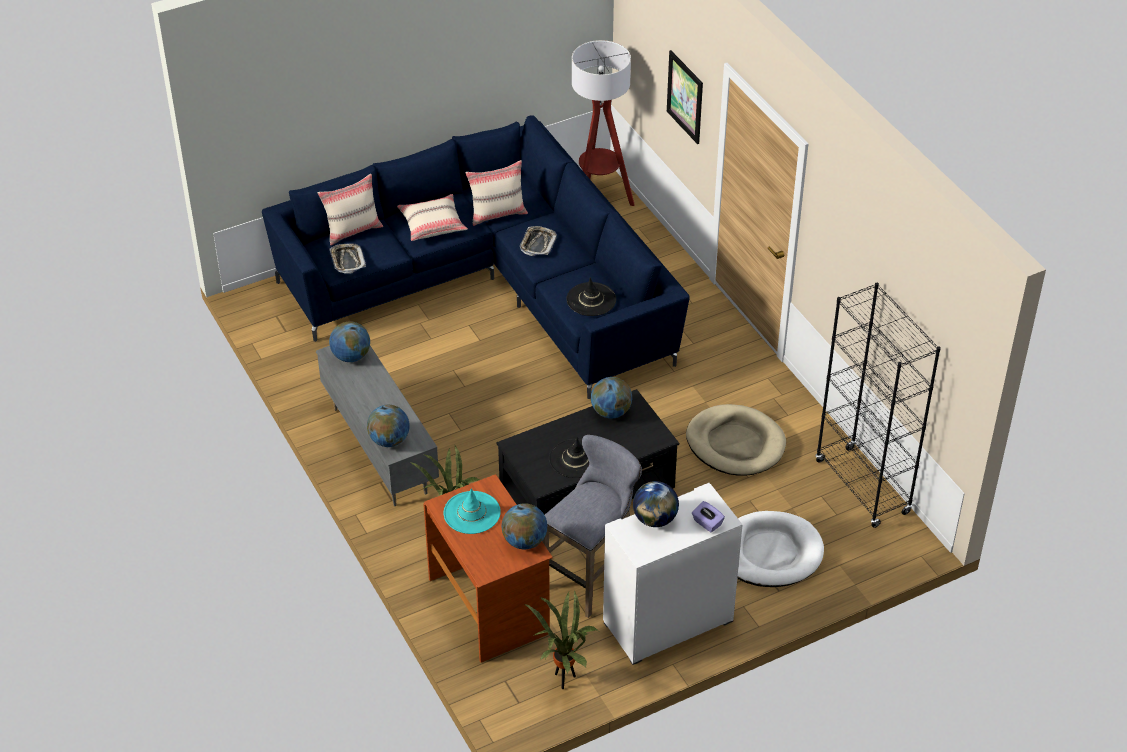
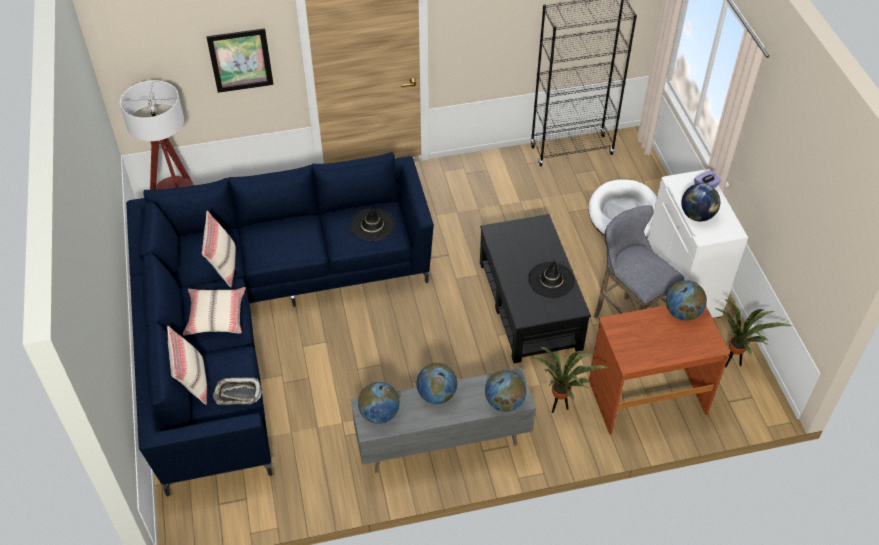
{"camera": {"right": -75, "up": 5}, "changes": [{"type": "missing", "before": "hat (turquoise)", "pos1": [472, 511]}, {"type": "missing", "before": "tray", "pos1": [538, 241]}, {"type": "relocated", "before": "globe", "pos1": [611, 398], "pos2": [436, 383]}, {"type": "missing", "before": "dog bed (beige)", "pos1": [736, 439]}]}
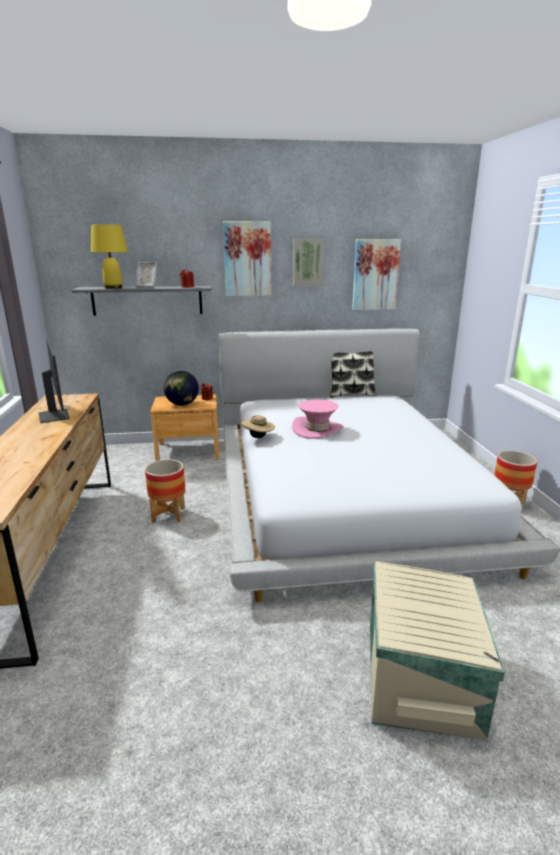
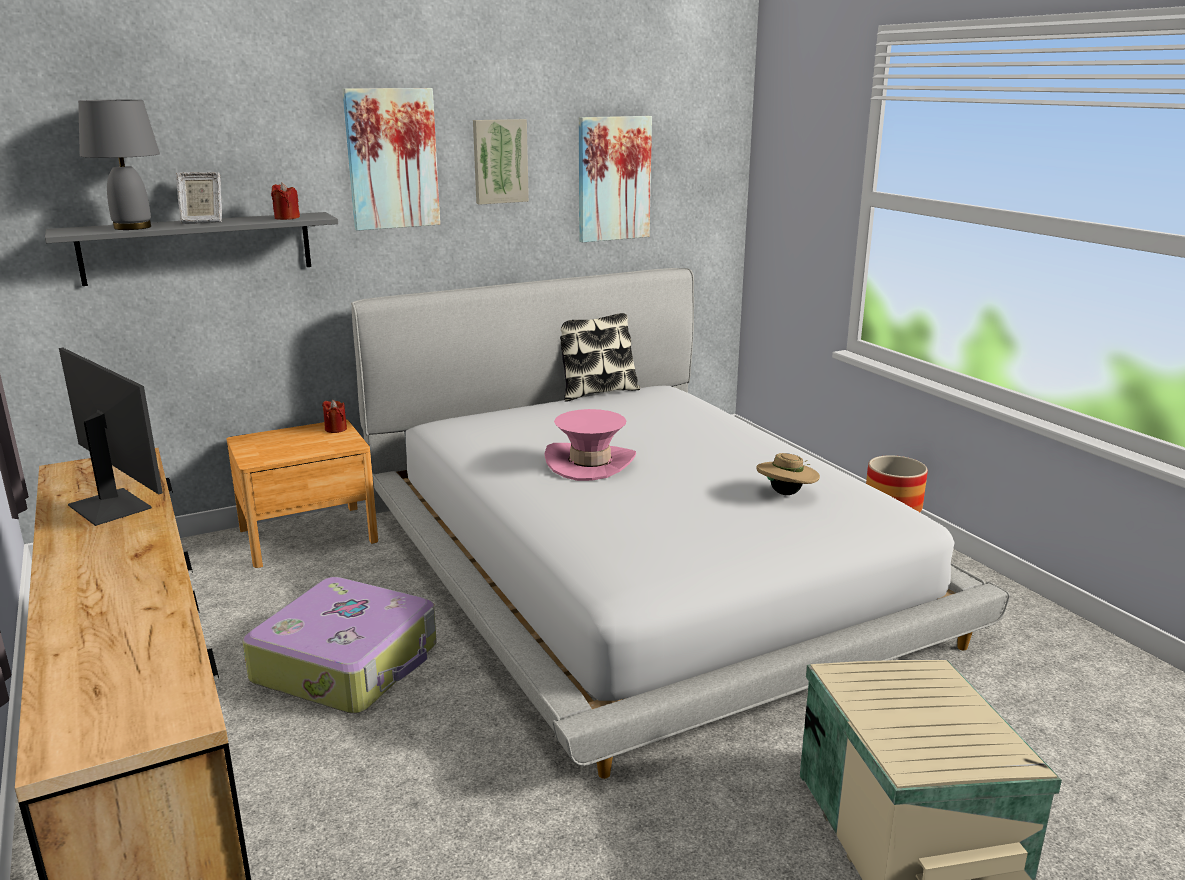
{"camera": {"right": -20, "up": 0}, "changes": [{"type": "colour", "before": "table lamp (yellow)", "after": "table lamp (grey)", "pos1": [109, 257], "pos2": [119, 165]}, {"type": "exchanged", "before": "planter", "after": "suitcase", "pos1": [165, 491], "pos2": [340, 645]}, {"type": "missing", "before": "globe", "pos1": [181, 388]}, {"type": "relocated", "before": "hat (beige)", "pos1": [258, 426], "pos2": [788, 474]}]}
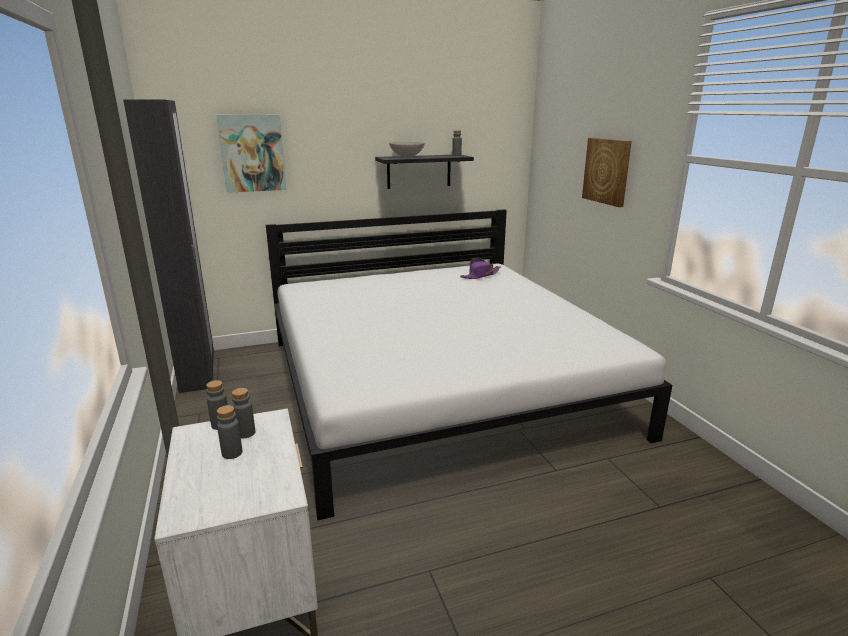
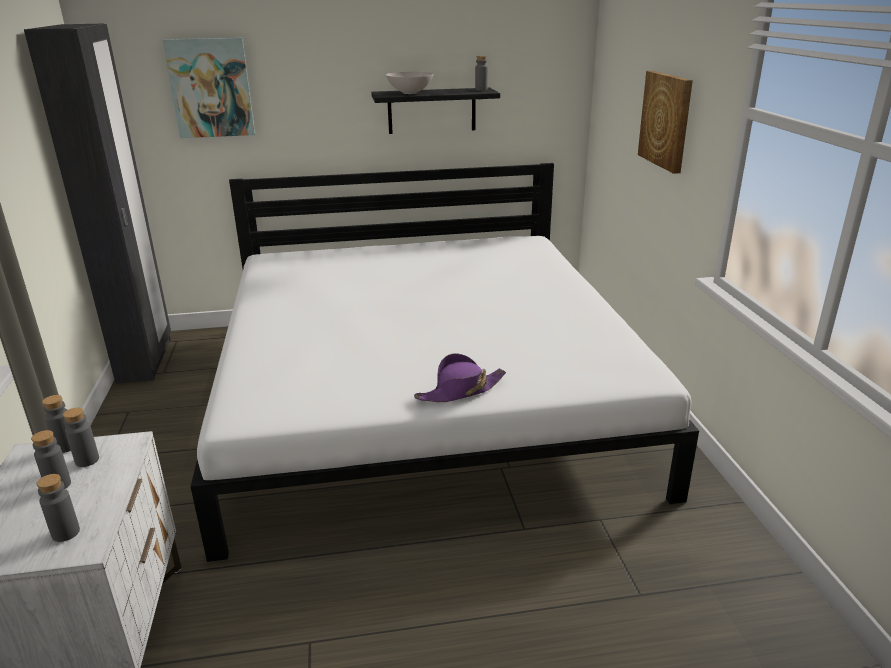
{"camera": {"right": 10, "up": 5}, "changes": [{"type": "relocated", "before": "hat (purple)", "pos1": [480, 268], "pos2": [460, 377]}, {"type": "appeared", "after": "bottle (grey)", "pos2": [58, 508]}]}
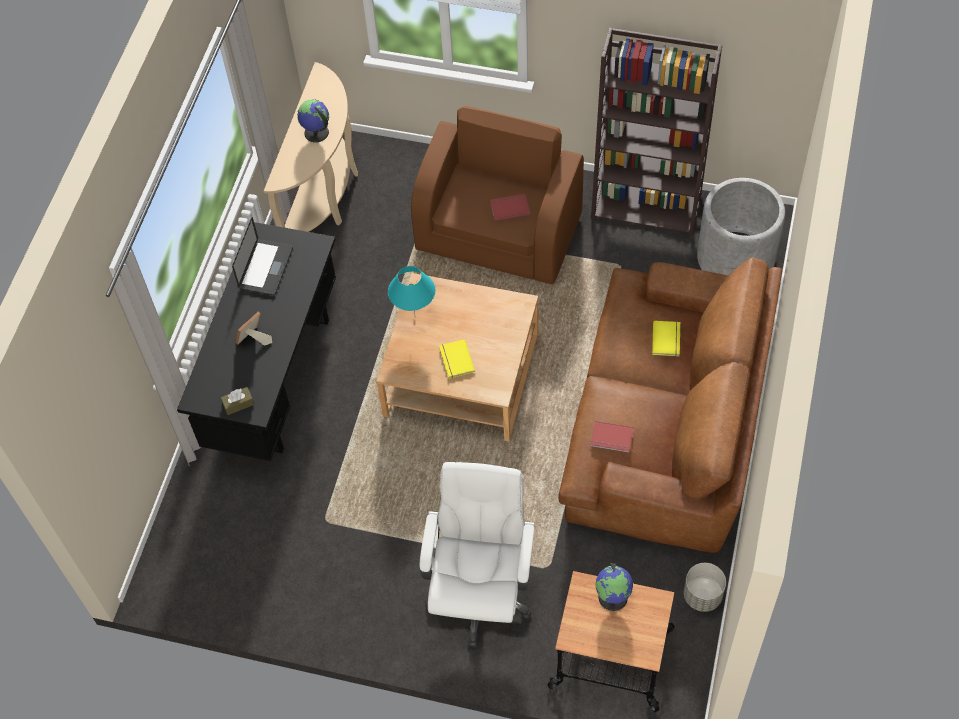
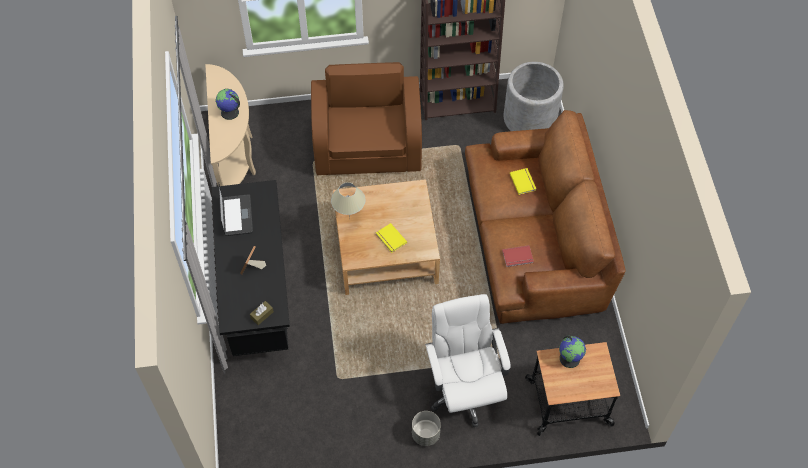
{"camera": {"right": -25, "up": 0}, "changes": [{"type": "colour", "before": "table lamp (turquoise)", "after": "table lamp (beige)", "pos1": [411, 290], "pos2": [348, 200]}, {"type": "missing", "before": "book (red)", "pos1": [510, 207]}, {"type": "relocated", "before": "planter (grey)", "pos1": [705, 587], "pos2": [426, 428]}]}
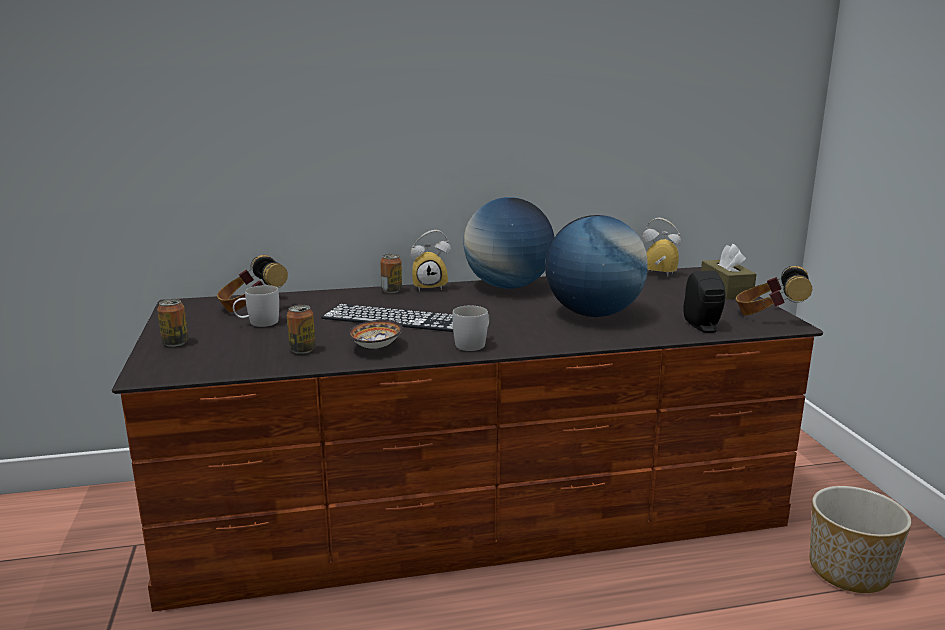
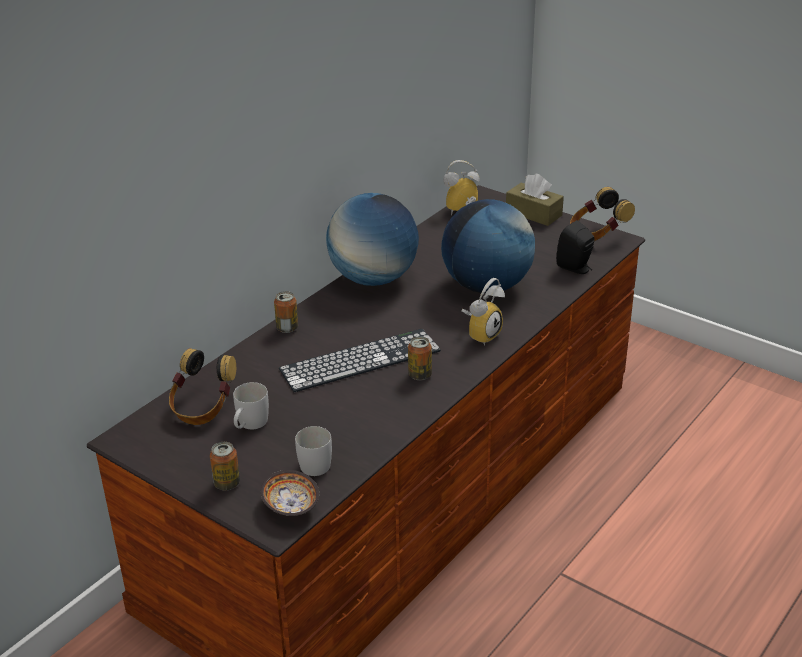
{"camera": {"right": -40, "up": 15}, "changes": [{"type": "relocated", "before": "can", "pos1": [301, 329], "pos2": [420, 358]}, {"type": "relocated", "before": "bowl", "pos1": [375, 334], "pos2": [290, 493]}, {"type": "relocated", "before": "alarm clock", "pos1": [431, 261], "pos2": [483, 312]}, {"type": "relocated", "before": "mug (white)", "pos1": [470, 328], "pos2": [313, 451]}, {"type": "missing", "before": "planter", "pos1": [861, 539]}]}
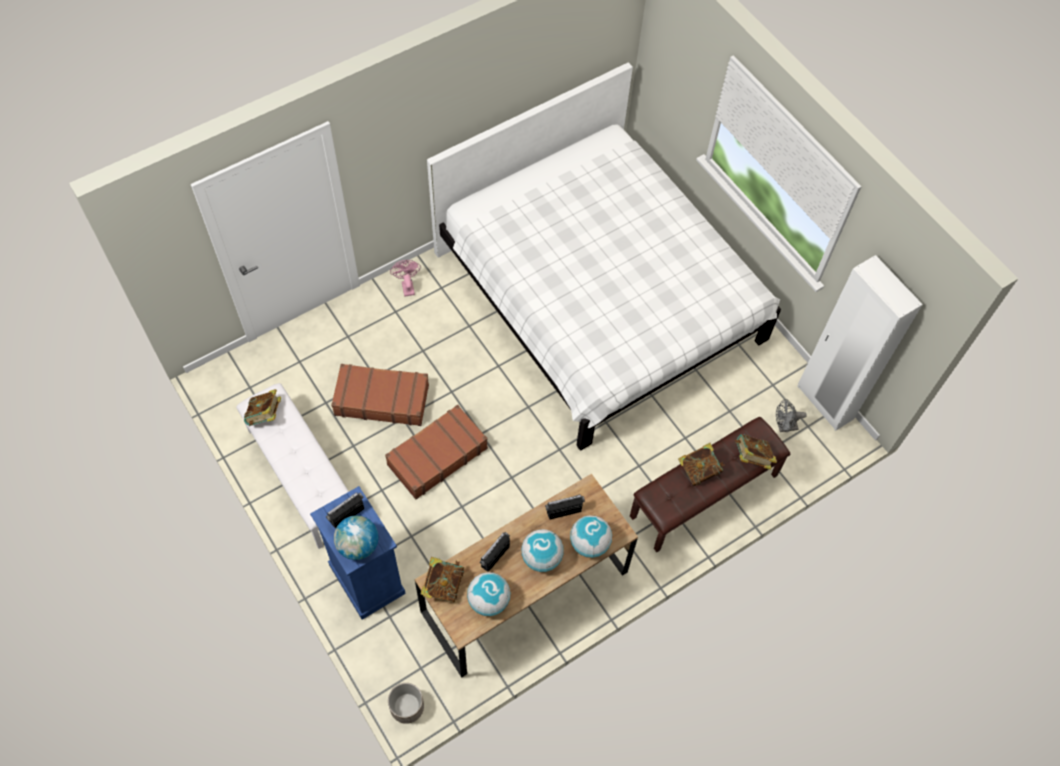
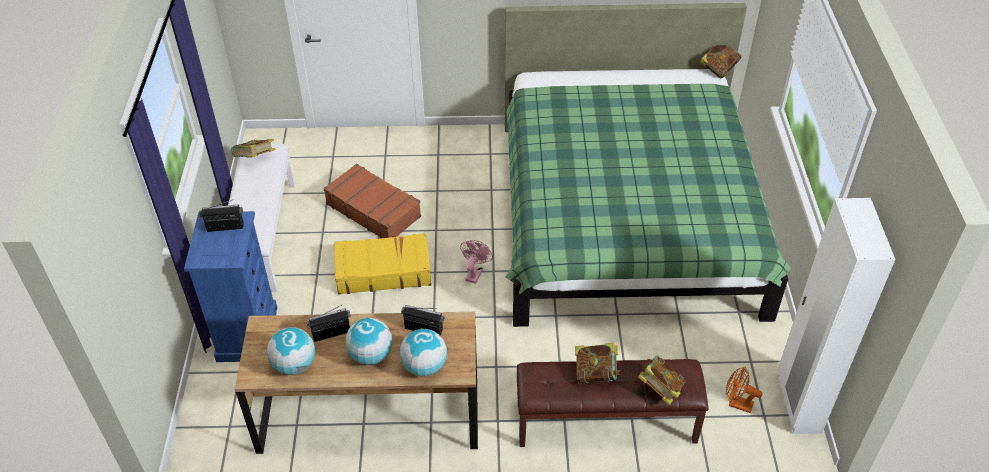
{"camera": {"right": 35, "up": -15}, "changes": [{"type": "missing", "before": "globe", "pos1": [356, 537]}, {"type": "colour", "before": "suitcase (brown)", "after": "suitcase (yellow)", "pos1": [436, 452], "pos2": [383, 264]}, {"type": "missing", "before": "planter", "pos1": [406, 703]}, {"type": "relocated", "before": "fan (pink)", "pos1": [405, 278], "pos2": [476, 262]}, {"type": "relocated", "before": "book", "pos1": [442, 579], "pos2": [720, 61]}, {"type": "colour", "before": "bed (white)", "after": "bed (green)", "pos1": [604, 256], "pos2": [648, 165]}, {"type": "colour", "before": "fan (grey)", "after": "fan (orange)", "pos1": [791, 415], "pos2": [744, 390]}]}
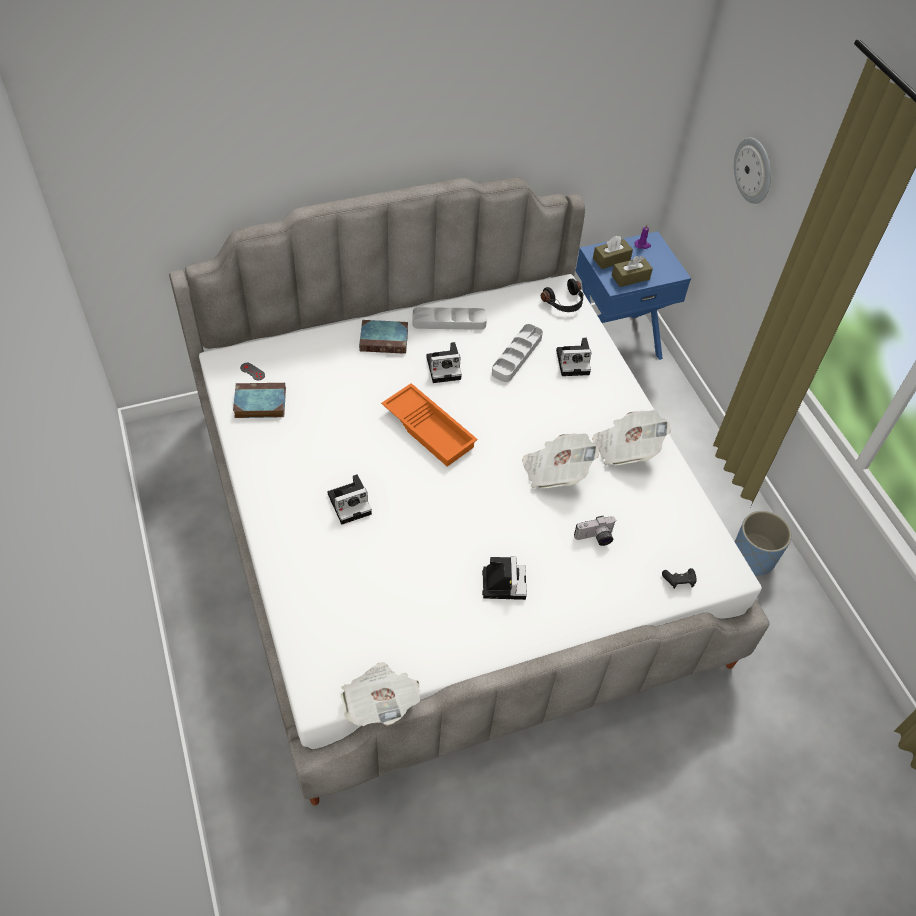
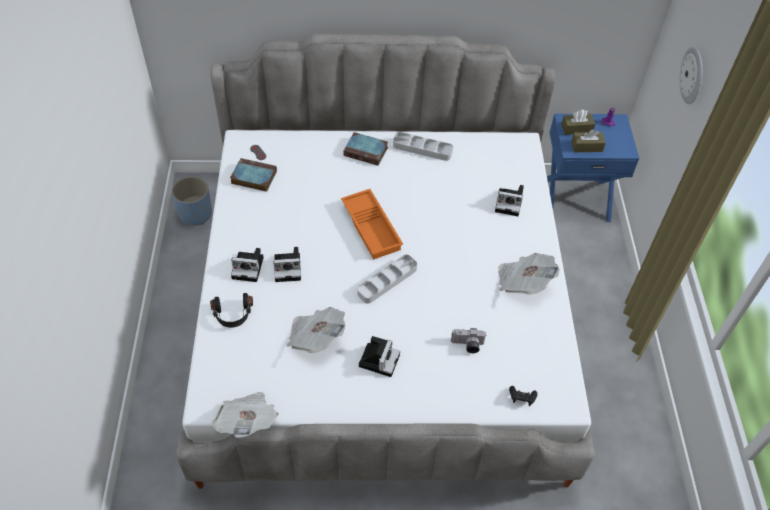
{"camera": {"right": 20, "up": 0}, "changes": [{"type": "relocated", "before": "photo camera", "pos1": [444, 362], "pos2": [247, 265]}, {"type": "relocated", "before": "tray (grey)", "pos1": [517, 353], "pos2": [387, 279]}, {"type": "relocated", "before": "newspaper", "pos1": [560, 461], "pos2": [316, 330]}, {"type": "relocated", "before": "headphones (black)", "pos1": [562, 295], "pos2": [231, 310]}, {"type": "relocated", "before": "planter (blue)", "pos1": [763, 543], "pos2": [191, 200]}]}
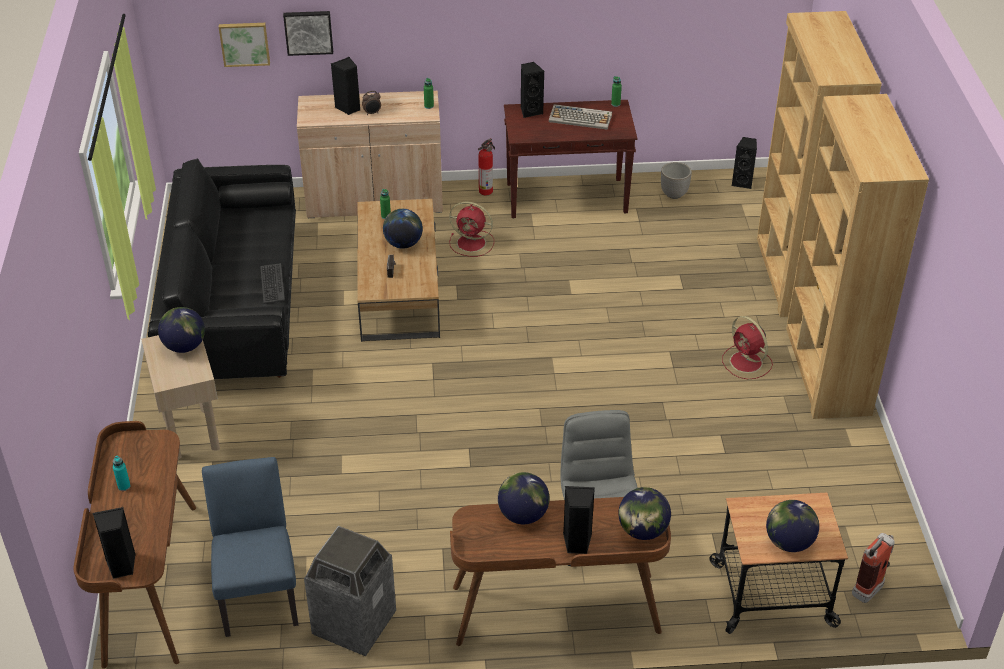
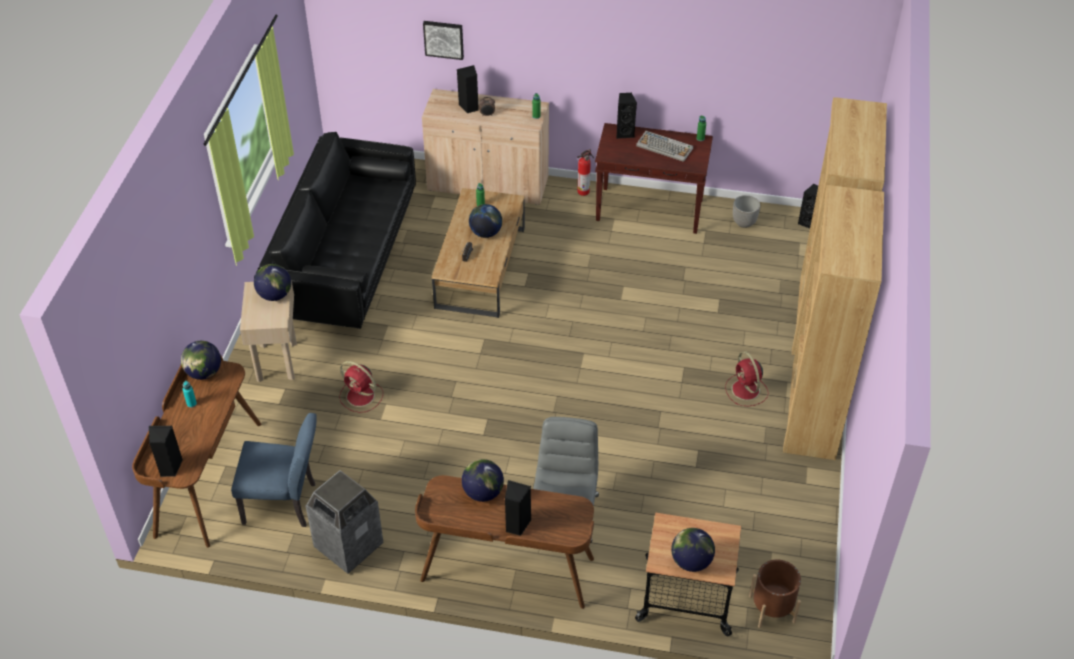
{"camera": {"right": 15, "up": 5}, "changes": [{"type": "spun", "before": "chair (blue)", "pos1": [250, 547], "pos2": [274, 470], "turn": 90}, {"type": "missing", "before": "picture", "pos1": [244, 45]}, {"type": "missing", "before": "keyboard", "pos1": [272, 283]}, {"type": "relocated", "before": "fan (red)", "pos1": [471, 229], "pos2": [361, 387]}, {"type": "relocated", "before": "globe", "pos1": [644, 513], "pos2": [201, 360]}, {"type": "exchanged", "before": "fire extinguisher", "after": "planter (brown)", "pos1": [873, 568], "pos2": [775, 593]}]}
